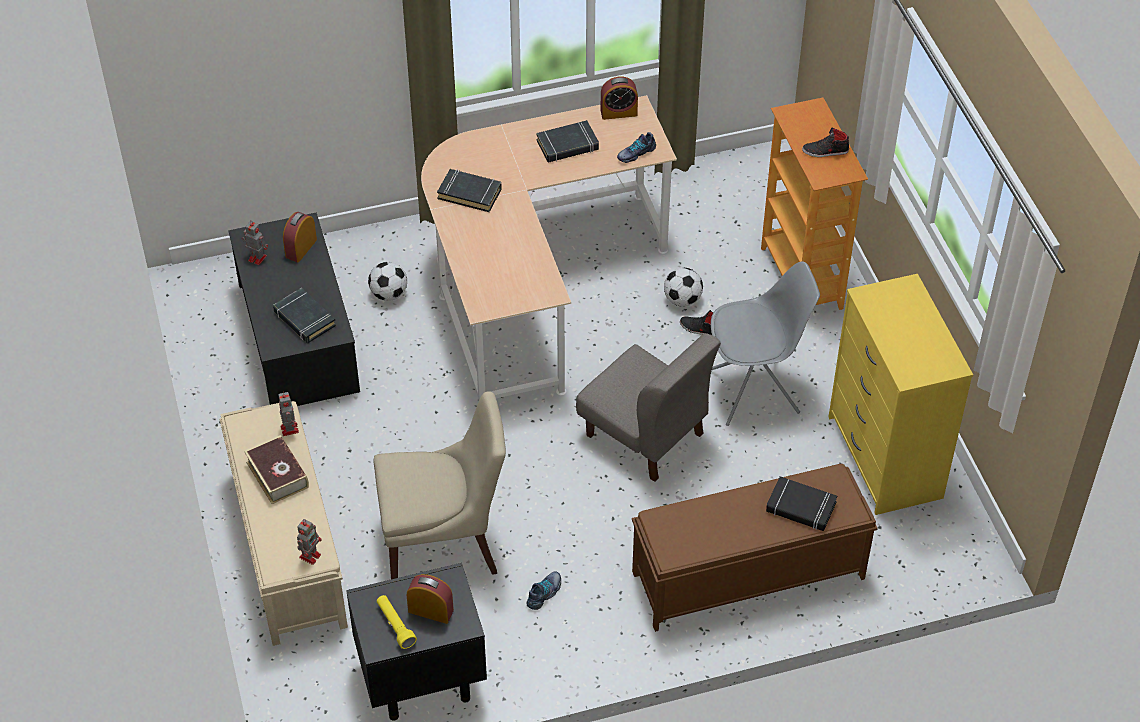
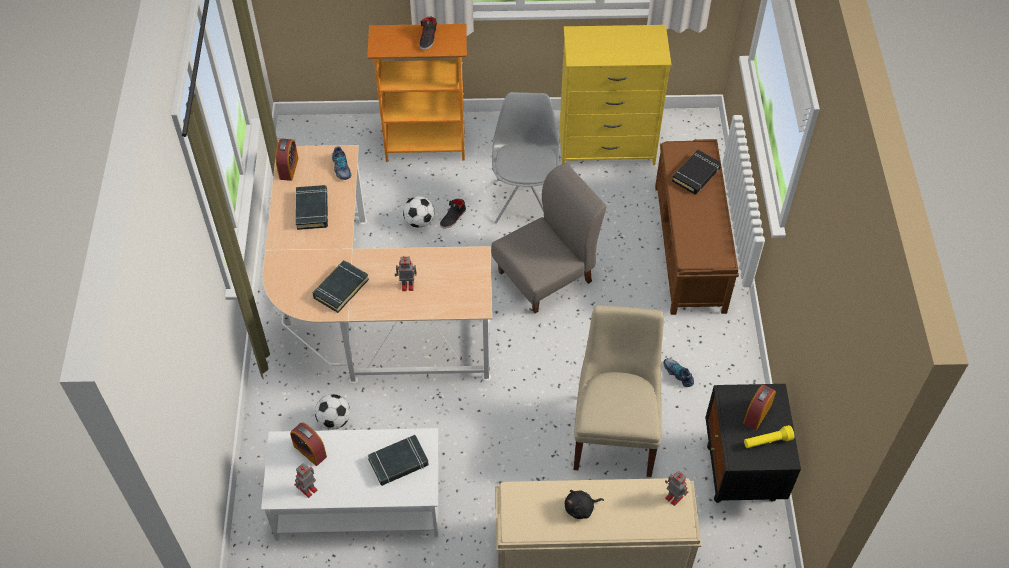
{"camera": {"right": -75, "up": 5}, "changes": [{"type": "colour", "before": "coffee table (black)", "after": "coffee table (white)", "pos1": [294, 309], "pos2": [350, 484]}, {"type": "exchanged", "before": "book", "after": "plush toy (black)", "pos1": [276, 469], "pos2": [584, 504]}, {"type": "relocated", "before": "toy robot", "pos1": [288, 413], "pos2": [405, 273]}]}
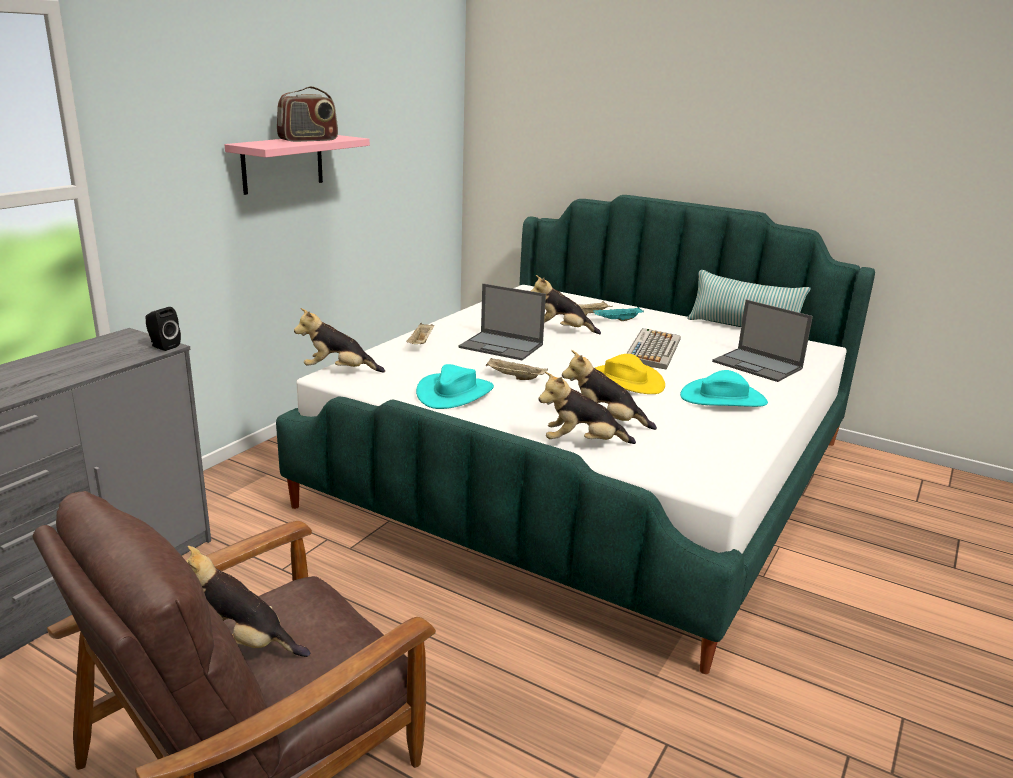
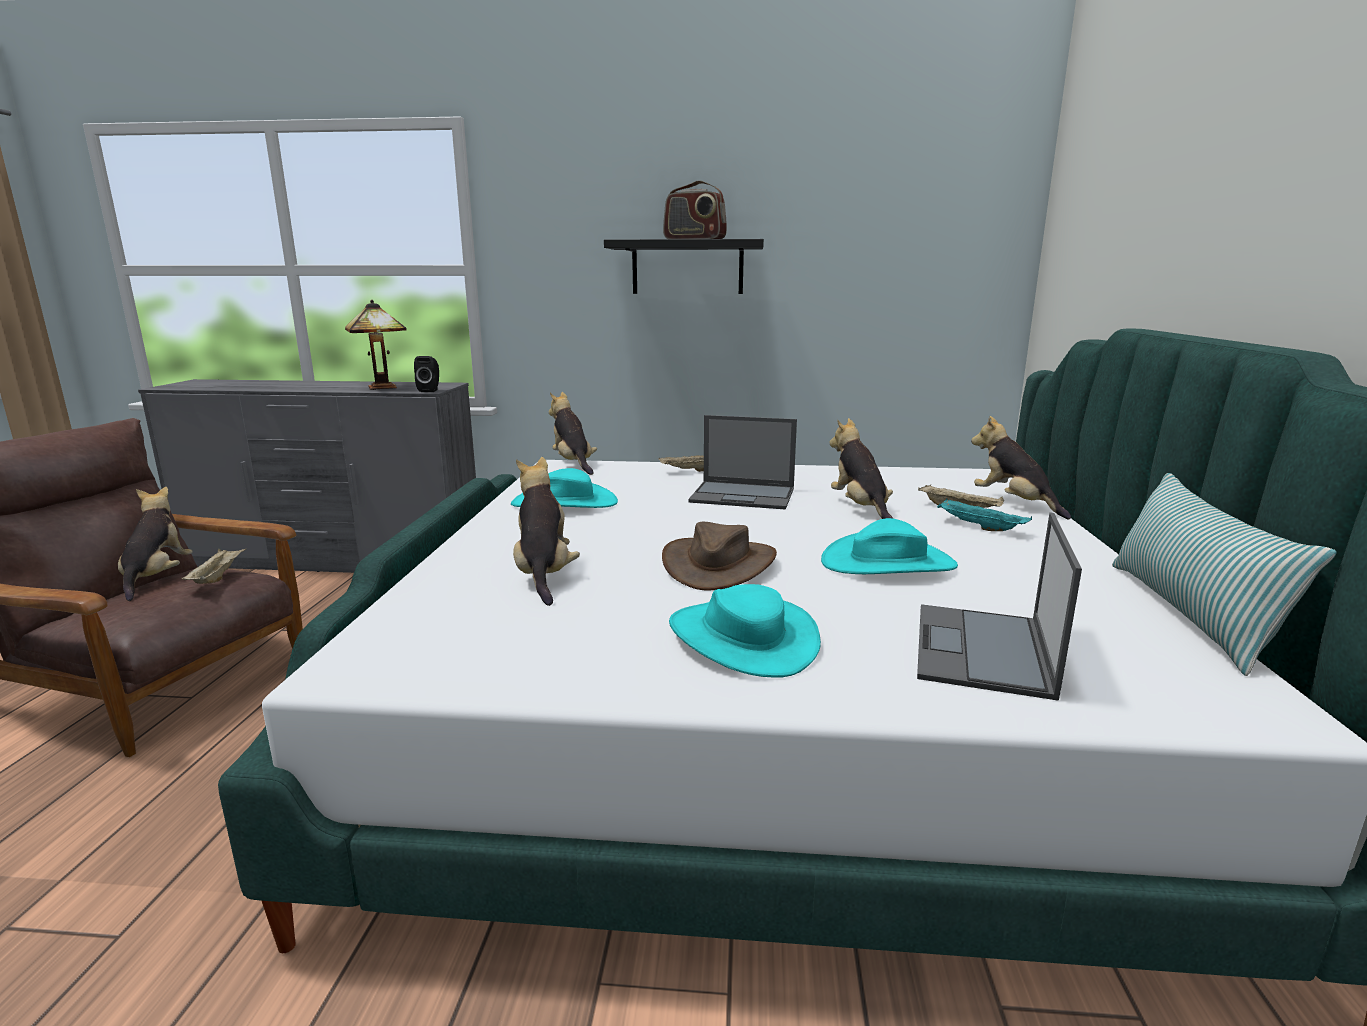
{"camera": {"right": 65, "up": -5}, "changes": [{"type": "colour", "before": "shelf (pink)", "after": "shelf (black)", "pos1": [297, 165], "pos2": [684, 266]}, {"type": "spun", "before": "laptop", "pos1": [502, 321], "pos2": [742, 462], "turn": -75}, {"type": "relocated", "before": "tray (beige)", "pos1": [517, 369], "pos2": [214, 566]}, {"type": "relocated", "before": "plush toy", "pos1": [587, 408], "pos2": [1021, 467]}, {"type": "colour", "before": "hat (yellow)", "after": "hat (brown)", "pos1": [630, 374], "pos2": [719, 556]}, {"type": "exchanged", "before": "keyboard", "after": "hat (turquoise)", "pos1": [653, 348], "pos2": [889, 546]}, {"type": "appeared", "after": "table lamp", "pos2": [376, 345]}]}
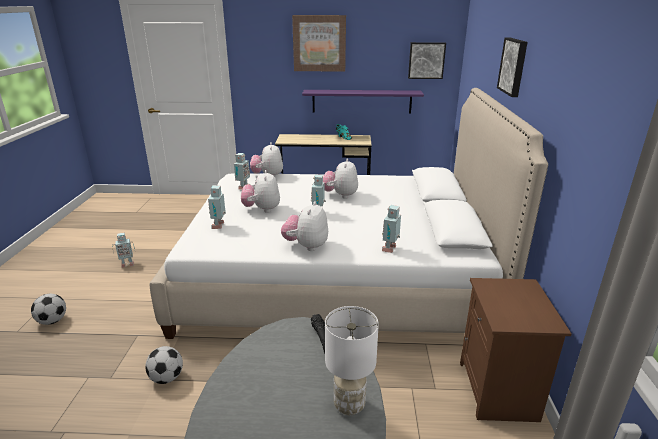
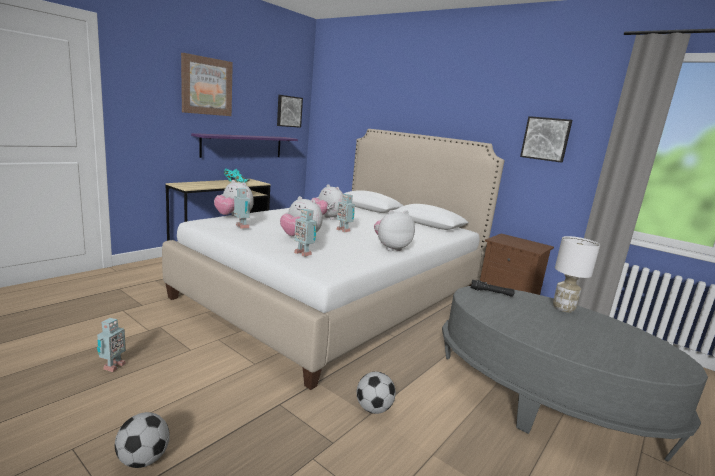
{"camera": {"right": -55, "up": -10}, "changes": [{"type": "spun", "before": "plush toy", "pos1": [304, 226], "pos2": [394, 230], "turn": 105}, {"type": "missing", "before": "toy robot", "pos1": [391, 229]}, {"type": "relocated", "before": "picture", "pos1": [512, 67], "pos2": [546, 139]}]}
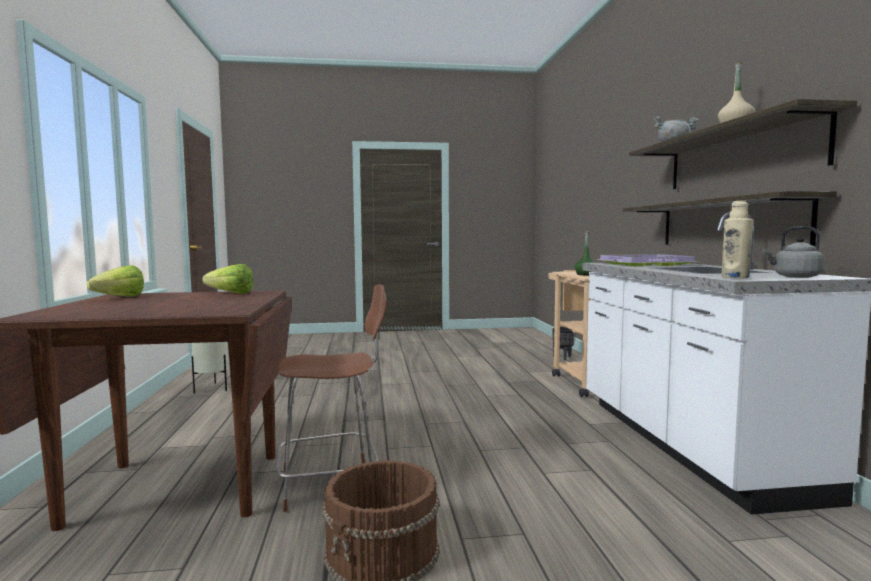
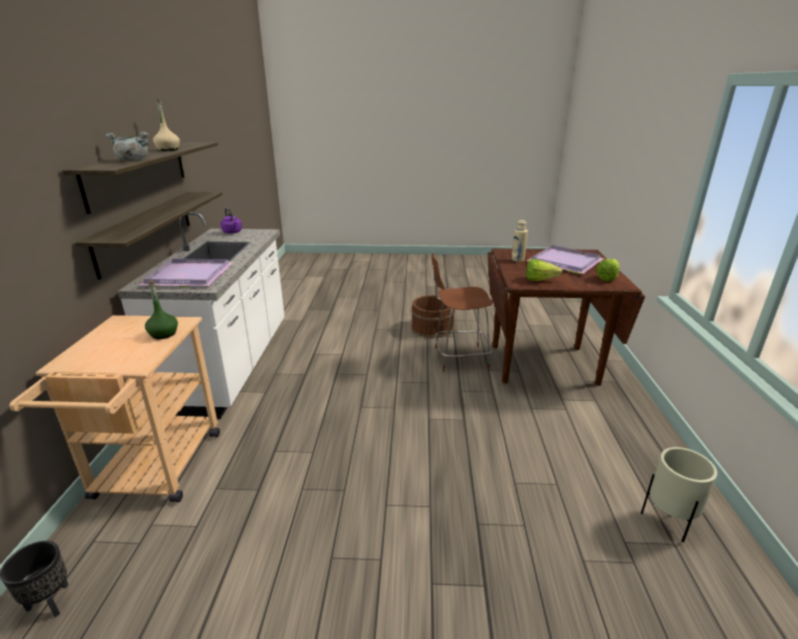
{"camera": {"right": -170, "up": 20}, "changes": [{"type": "relocated", "before": "bottle (beige)", "pos1": [737, 239], "pos2": [519, 241]}, {"type": "colour", "before": "kettle (grey)", "after": "kettle (purple)", "pos1": [793, 252], "pos2": [231, 220]}, {"type": "appeared", "after": "tray (purple)", "pos2": [565, 259]}]}
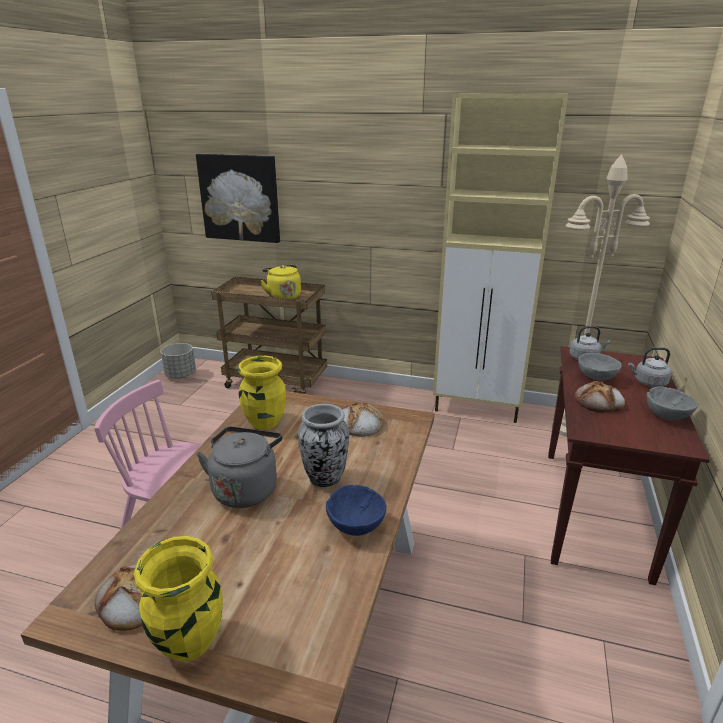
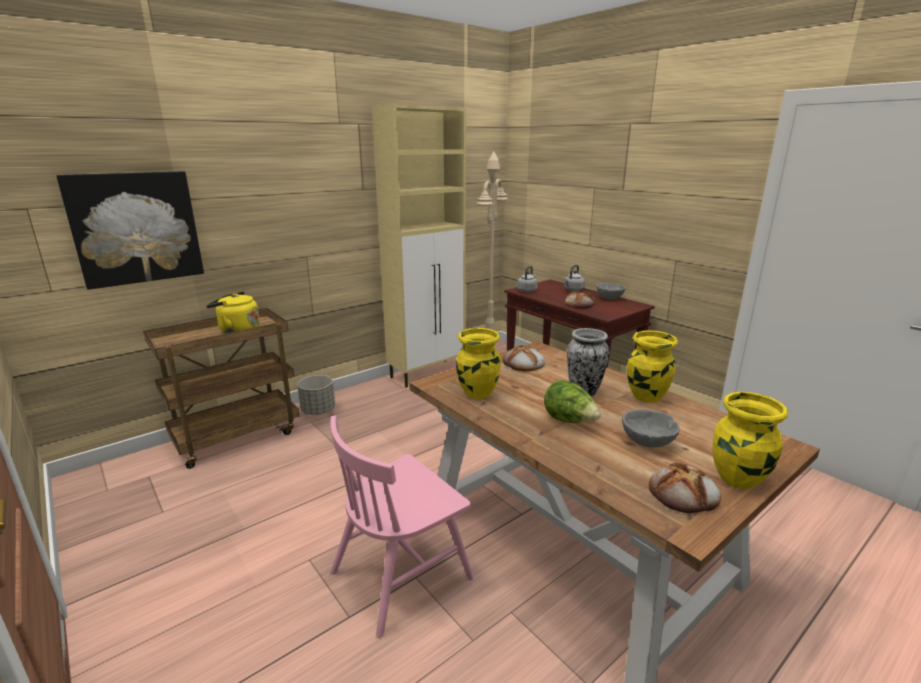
{"camera": {"right": -55, "up": -5}, "changes": [{"type": "relocated", "before": "planter (grey)", "pos1": [178, 361], "pos2": [316, 395]}, {"type": "exchanged", "before": "kettle (grey)", "after": "lettuce", "pos1": [239, 467], "pos2": [572, 401]}, {"type": "exchanged", "before": "bowl (blue)", "after": "vase (yellow)", "pos1": [356, 510], "pos2": [652, 366]}, {"type": "relocated", "before": "bowl (grey)", "pos1": [600, 367], "pos2": [651, 428]}]}
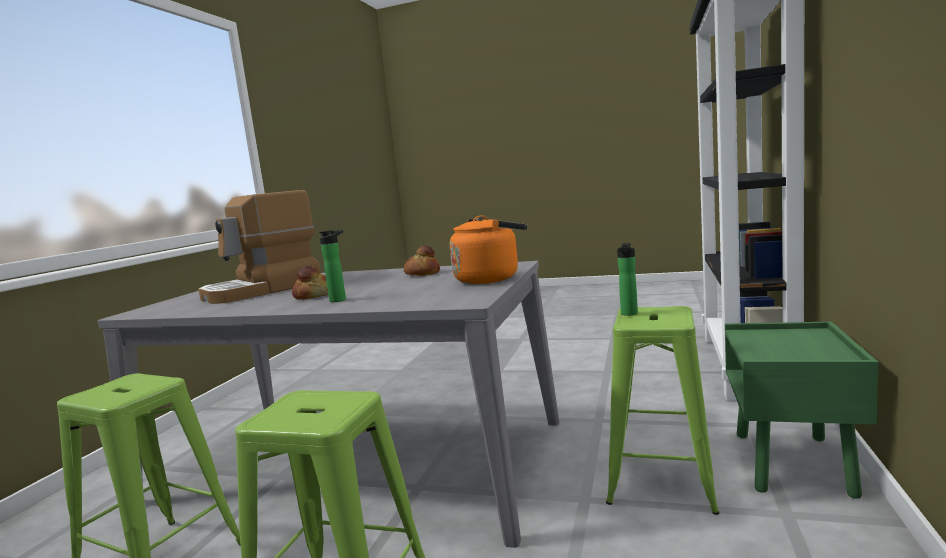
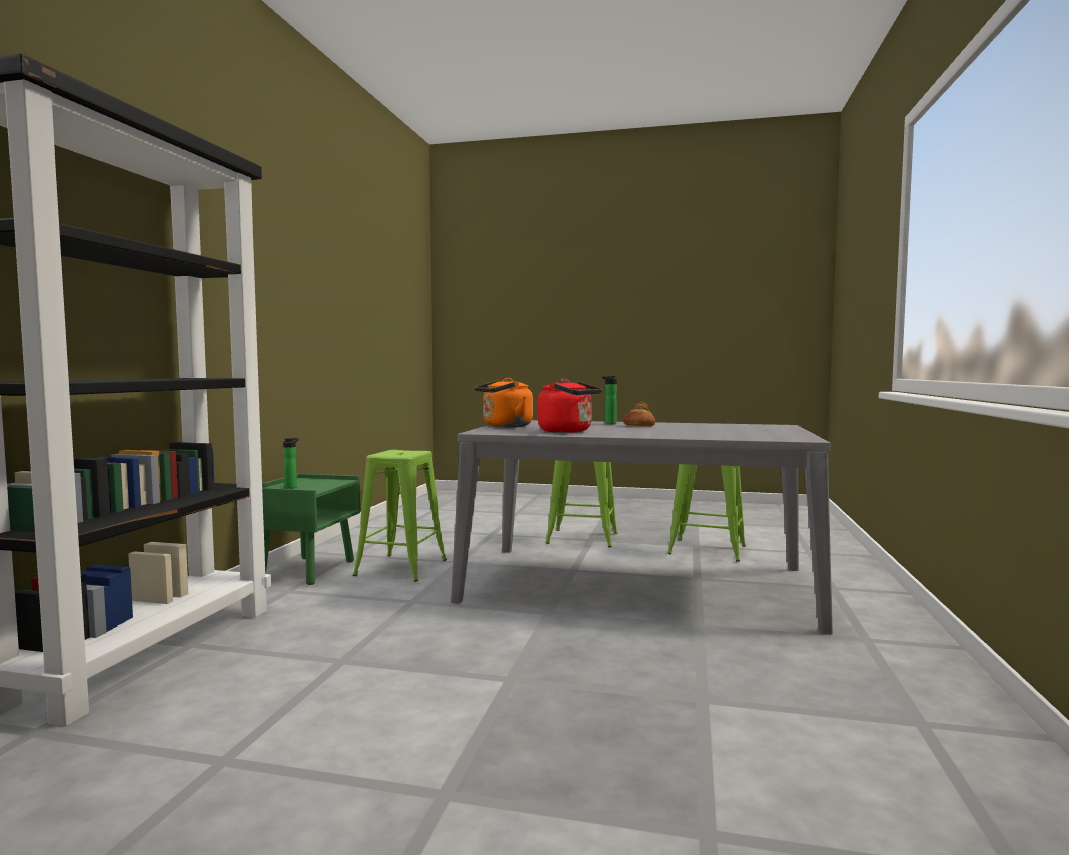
{"camera": {"right": 175, "up": -5}, "changes": [{"type": "missing", "before": "coffee machine", "pos1": [259, 247]}, {"type": "exchanged", "before": "bread", "after": "kettle (red)", "pos1": [422, 260], "pos2": [570, 406]}, {"type": "relocated", "before": "bottle", "pos1": [627, 279], "pos2": [291, 463]}]}
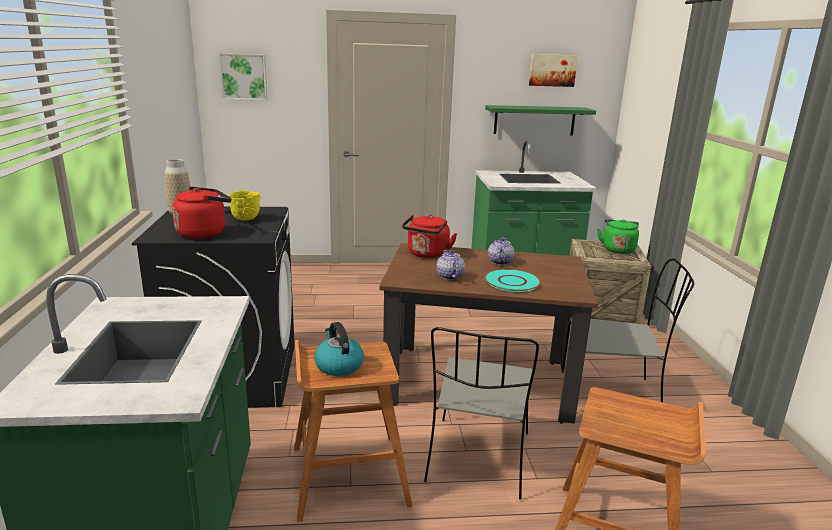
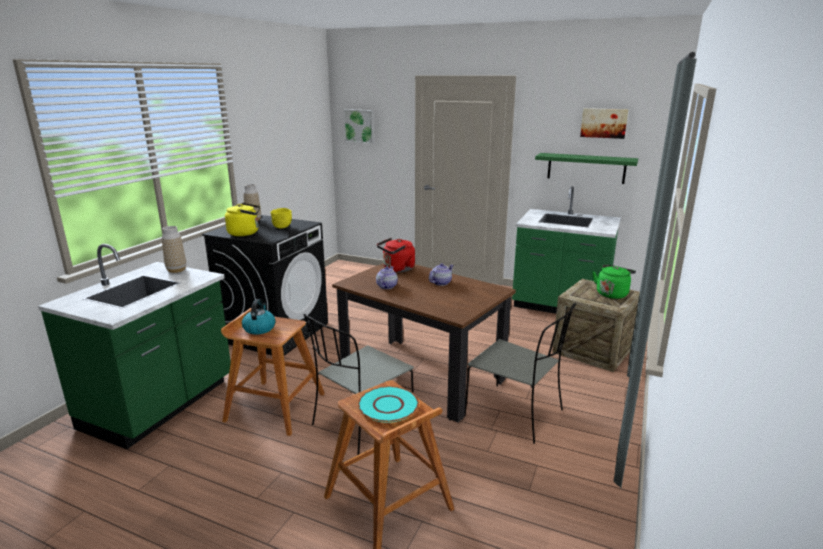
{"camera": {"right": 30, "up": 0}, "changes": [{"type": "colour", "before": "kettle (red)", "after": "kettle (yellow)", "pos1": [202, 213], "pos2": [242, 219]}, {"type": "relocated", "before": "plate (turquoise)", "pos1": [512, 280], "pos2": [388, 404]}, {"type": "appeared", "after": "vase", "pos2": [174, 249]}]}
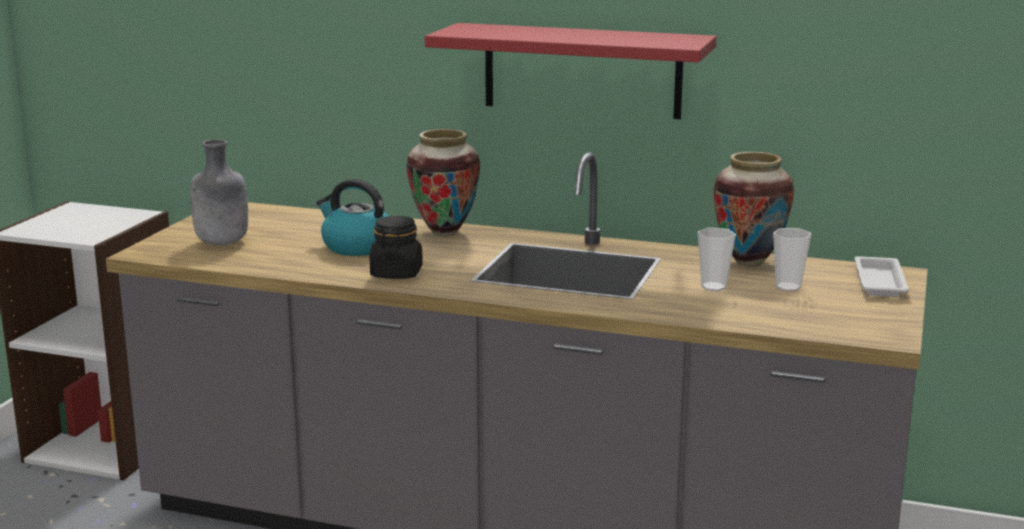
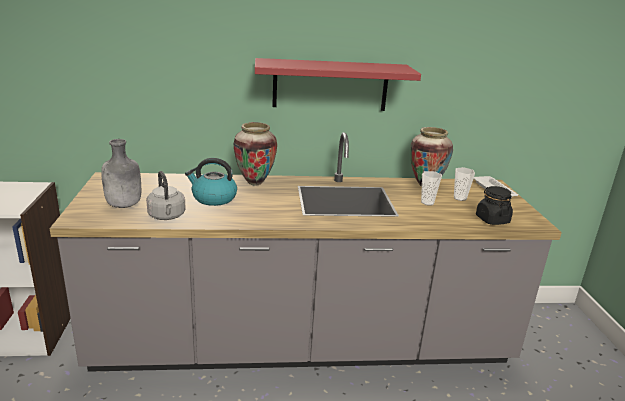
{"camera": {"right": -25, "up": 5}, "changes": [{"type": "relocated", "before": "jar (black)", "pos1": [396, 247], "pos2": [494, 205]}, {"type": "appeared", "after": "kettle (grey)", "pos2": [166, 195]}]}
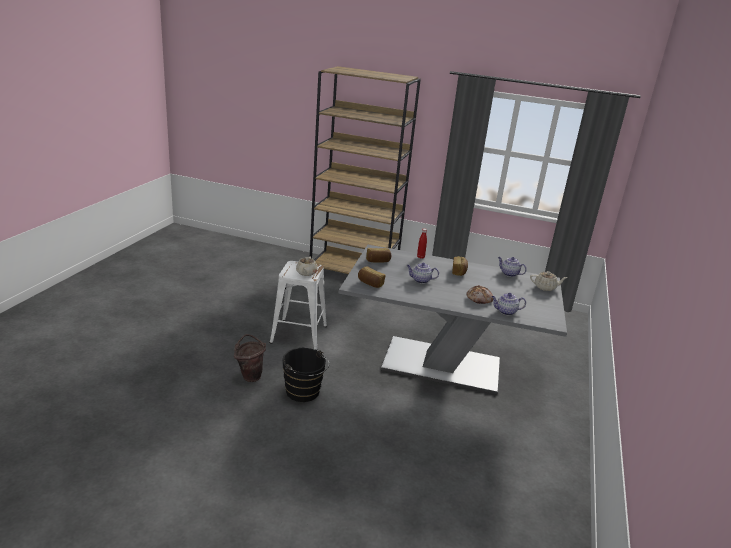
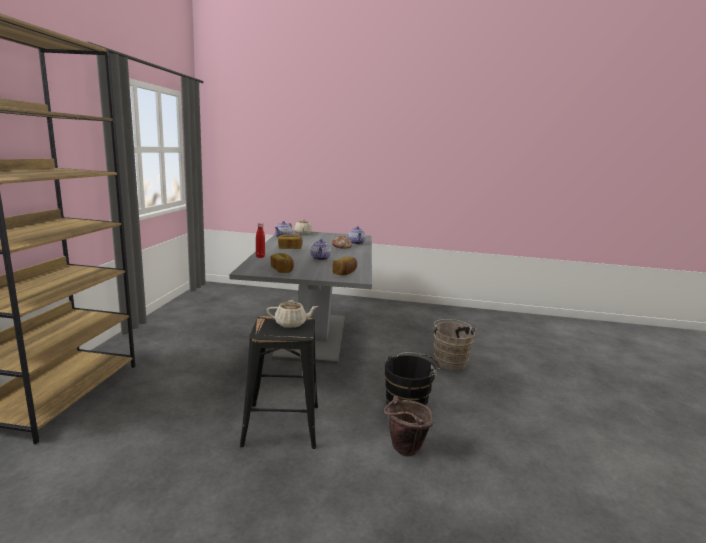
{"camera": {"right": -100, "up": -10}, "changes": [{"type": "colour", "before": "stool (white)", "after": "stool (black)", "pos1": [298, 306], "pos2": [279, 382]}, {"type": "appeared", "after": "bucket (brown)", "pos2": [454, 345]}]}
